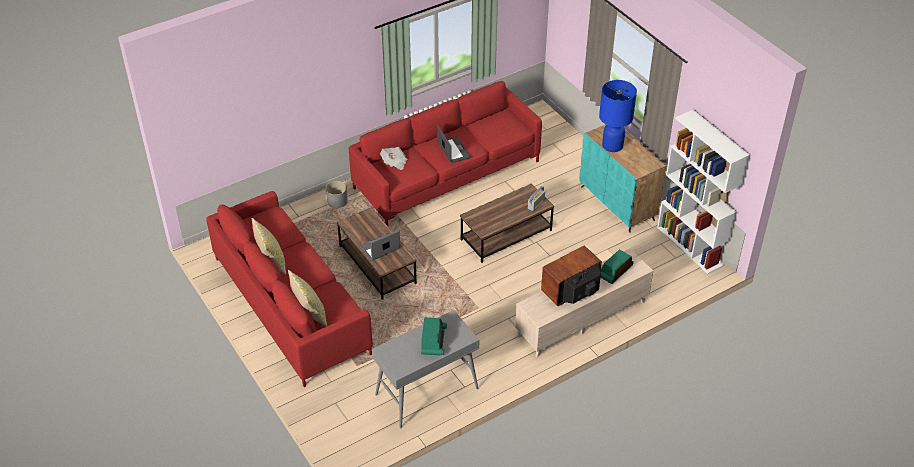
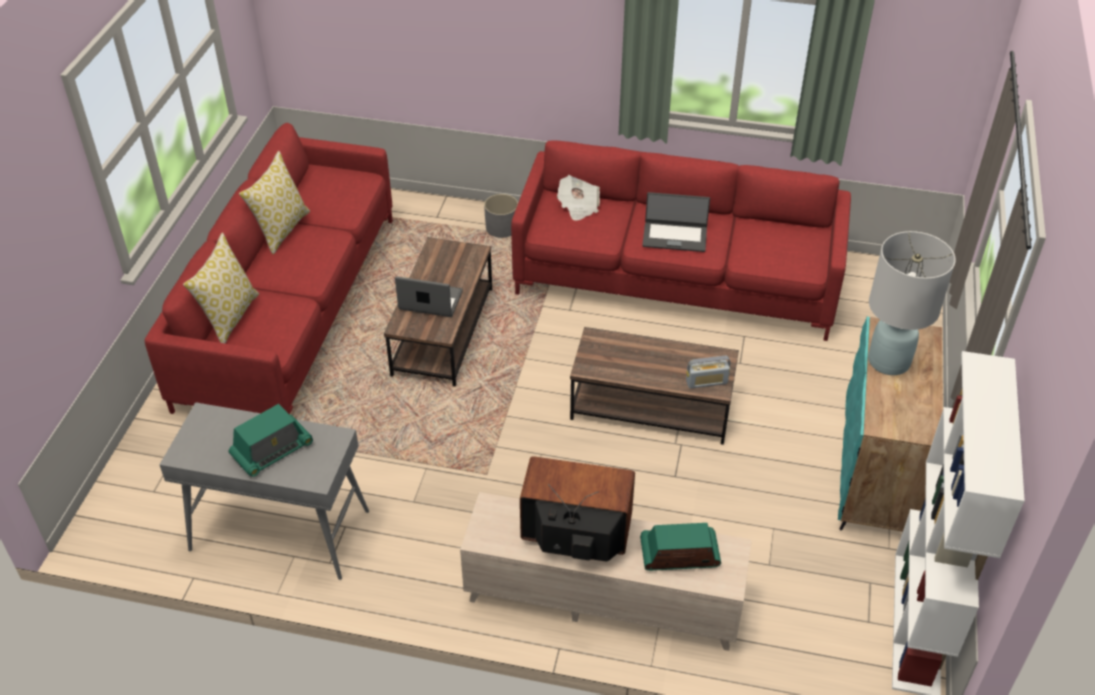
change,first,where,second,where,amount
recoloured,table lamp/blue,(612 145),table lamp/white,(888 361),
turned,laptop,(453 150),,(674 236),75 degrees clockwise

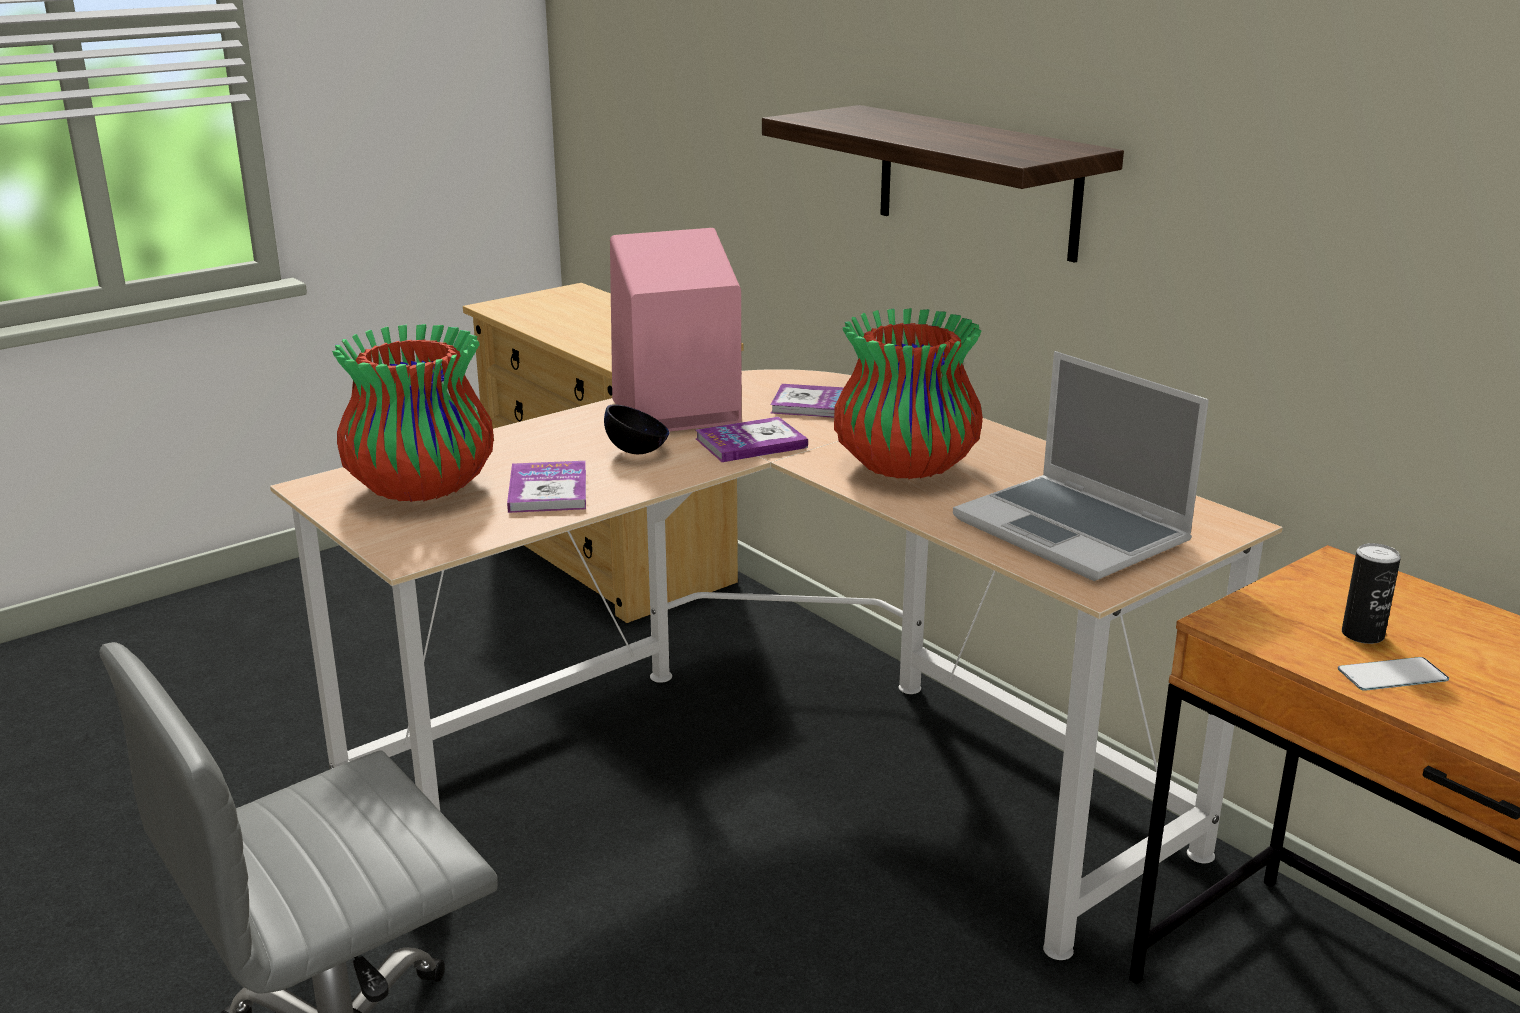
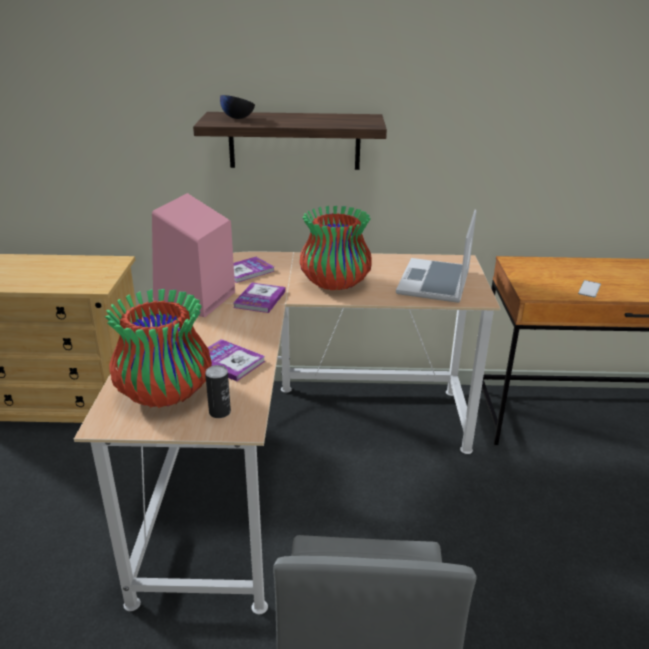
change,first,where,second,where,amount
moved,bowl/black,(637 452),,(238 118),
moved,can,(1362 635),,(219 412),
turned,laptop,(1074 531),,(435 283),105 degrees clockwise

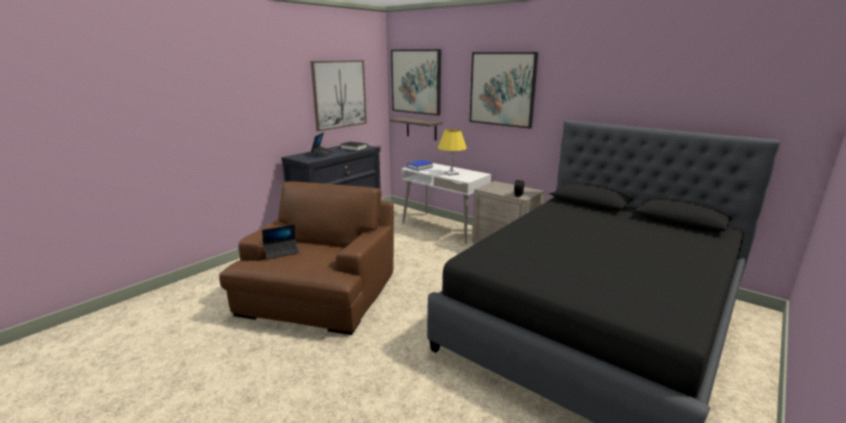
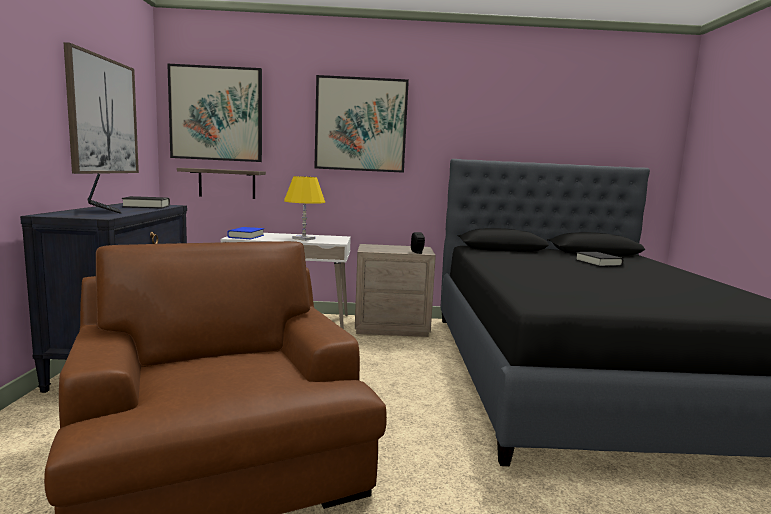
change,first,where,second,where,amount
removed,laptop,(282 252),,,
added,,,book/black,(598 263),

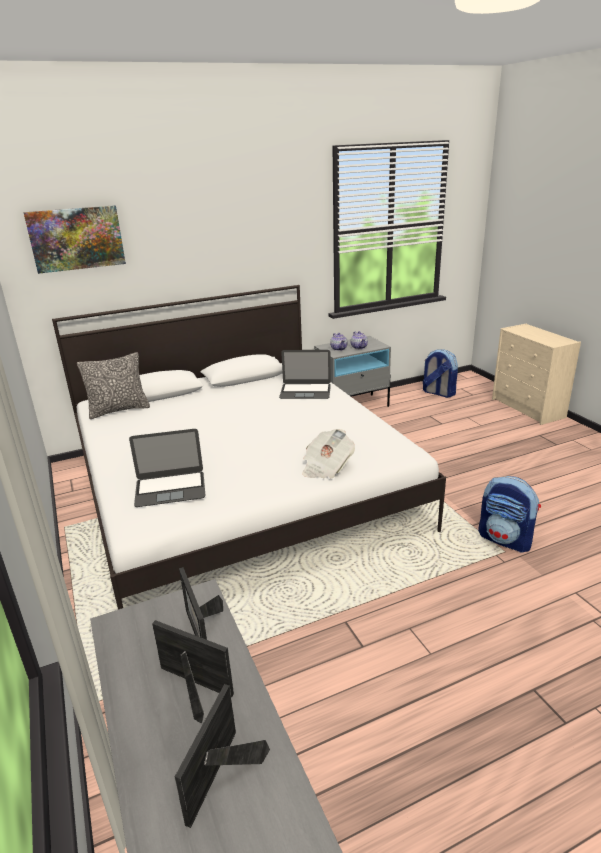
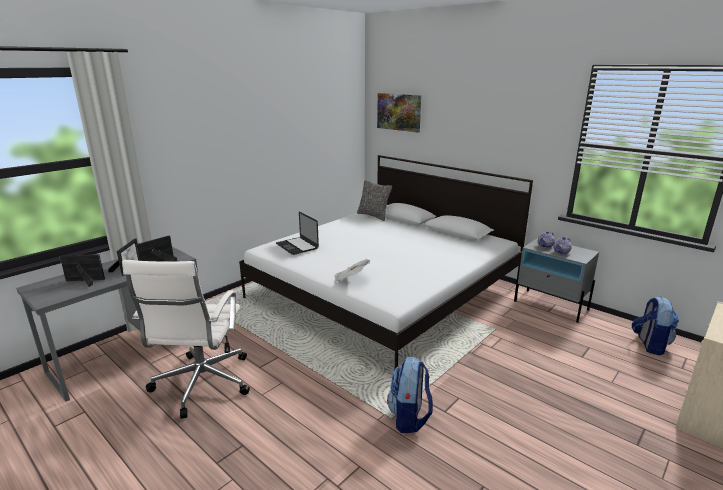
change,first,where,second,where,amount
removed,laptop,(305 391),,,
added,,,office chair/white,(201 384),

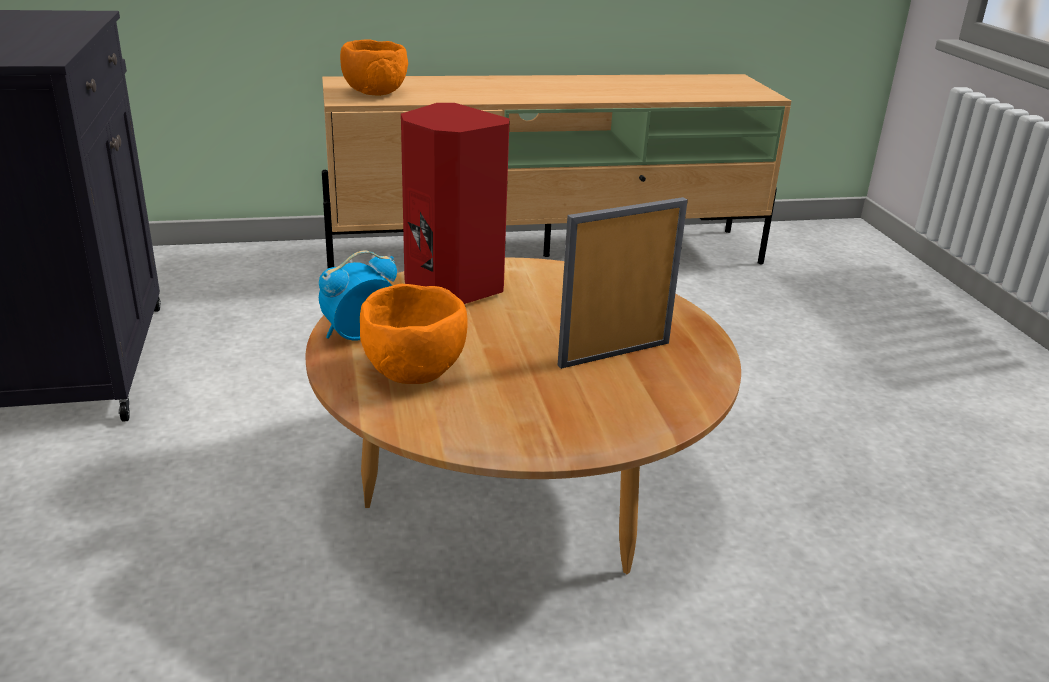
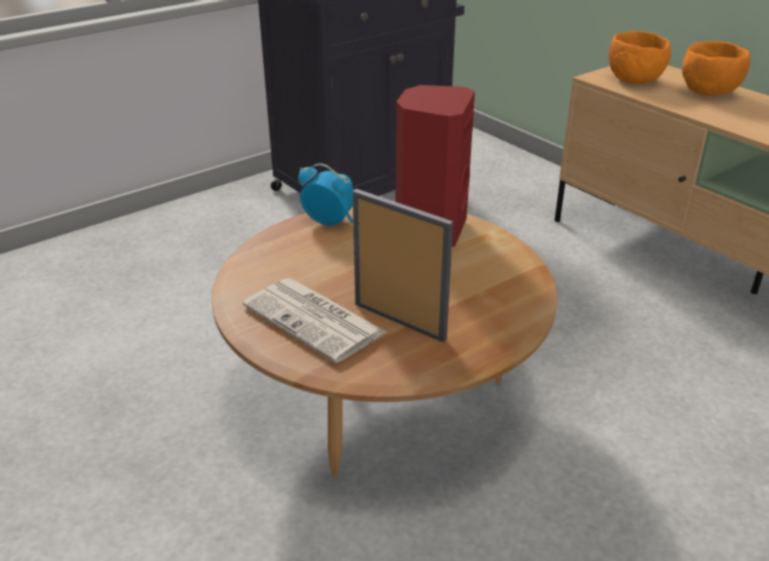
change,first,where,second,where,amount
added,,,newspaper,(316 320),
moved,bowl/orange,(414 370),,(710 92),

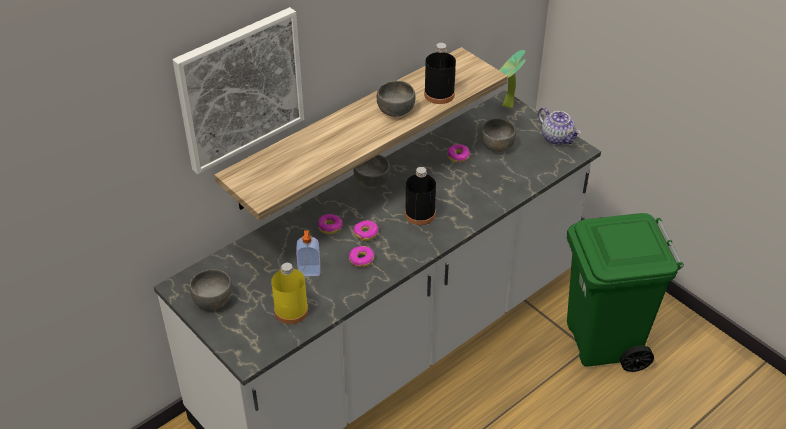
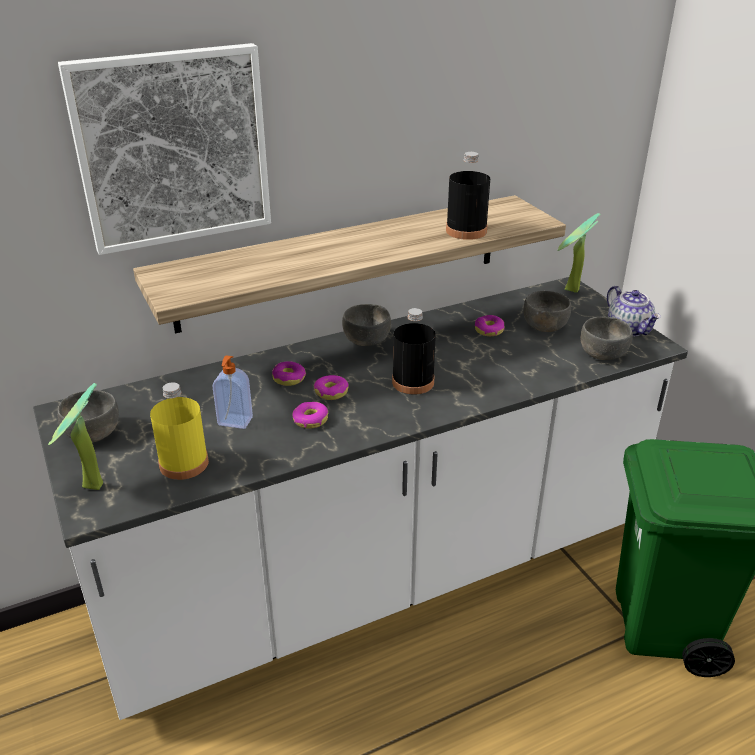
change,first,where,second,where,amount
added,,,potted plant,(89 488),
moved,bowl/grey,(396 110),,(603 353),

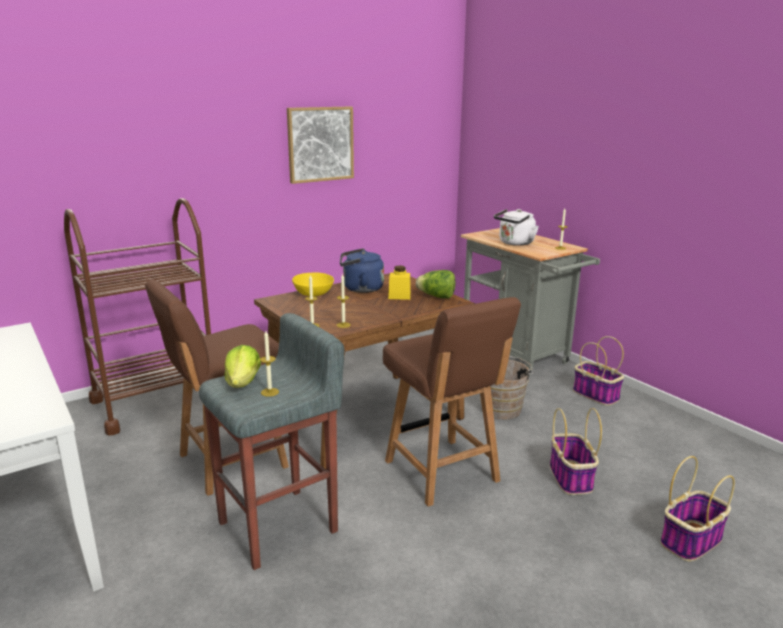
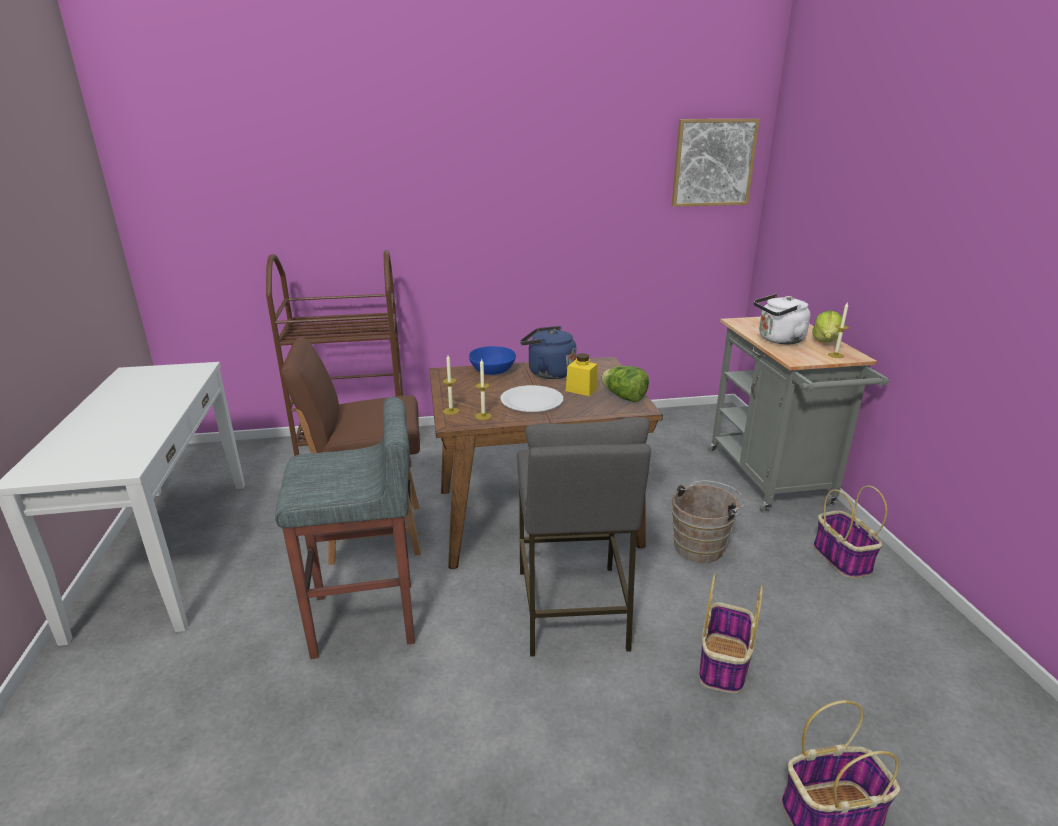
change,first,where,second,where,amount
removed,candle,(270 392),,,
added,,,plate/white,(531 401),
moved,lettuce,(243 383),,(825 341),
moved,picture,(320 144),,(713 163),
replaced,chair/brown,(442 472),stool/grey,(571 608),
recoloured,bowl/yellow,(314 294),bowl/blue,(493 371),

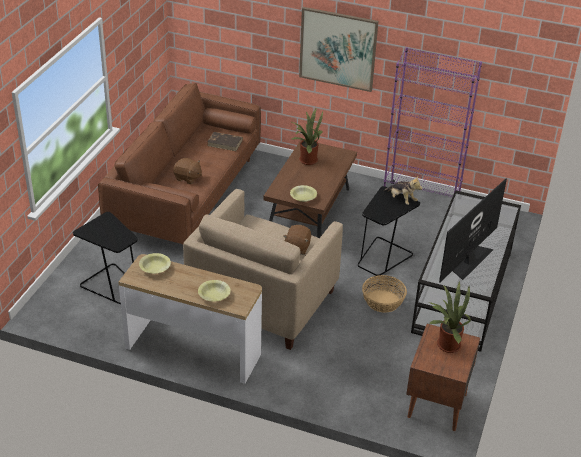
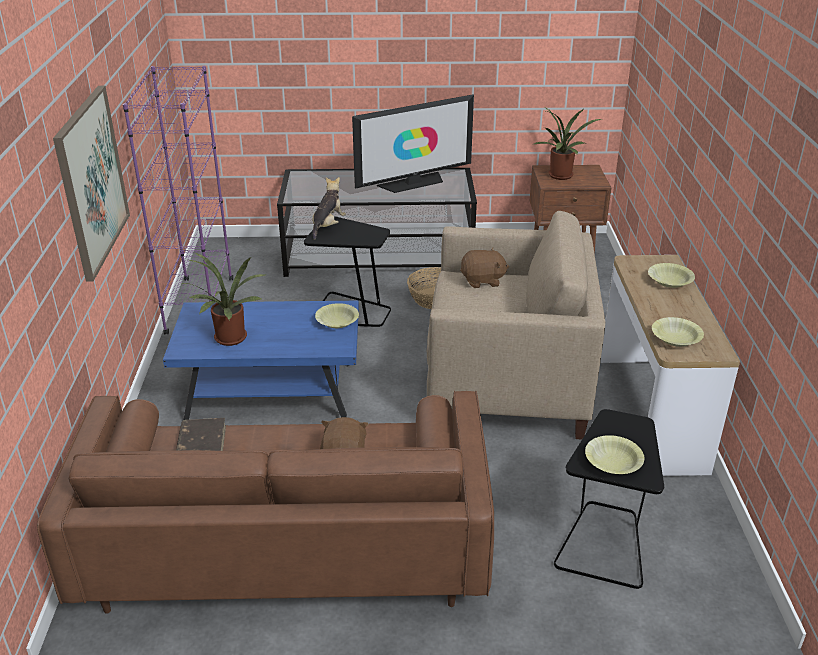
change,first,where,second,where,amount
added,,,bowl/yellow,(613 462),
recoloured,coffee table/brown,(309 209),coffee table/blue,(271 391),
turned,television,(469 260),,(413 183),45 degrees counterclockwise

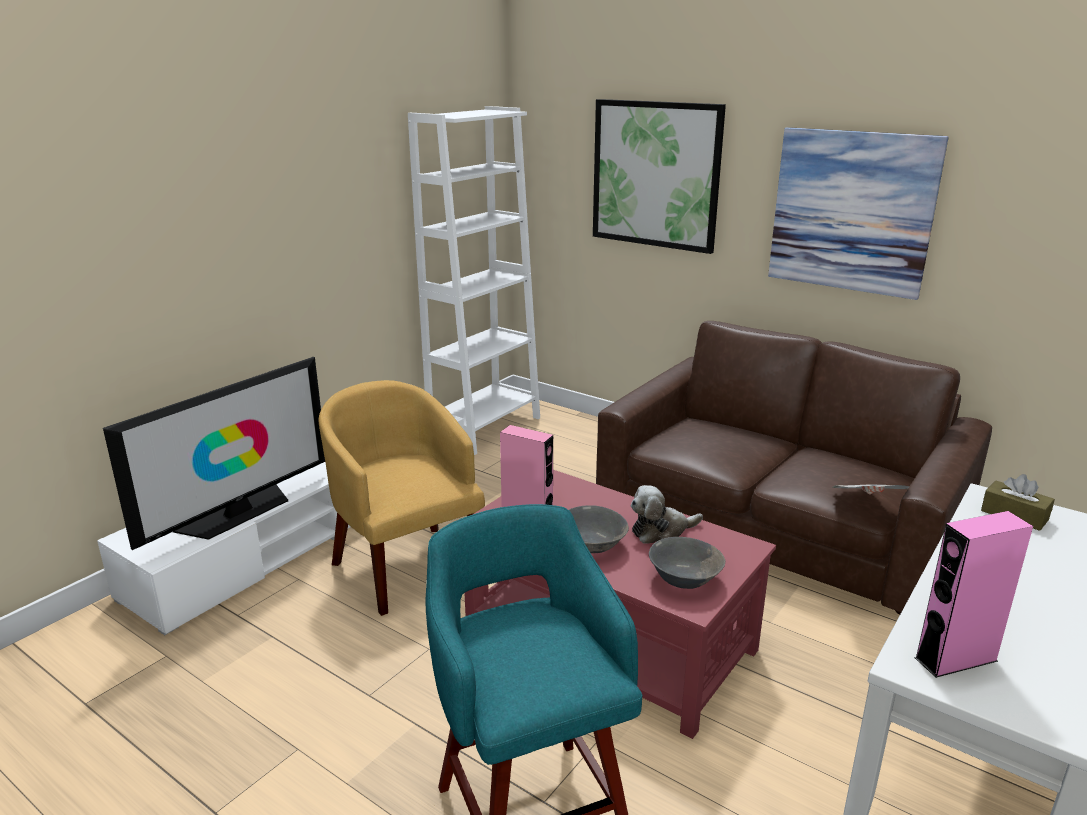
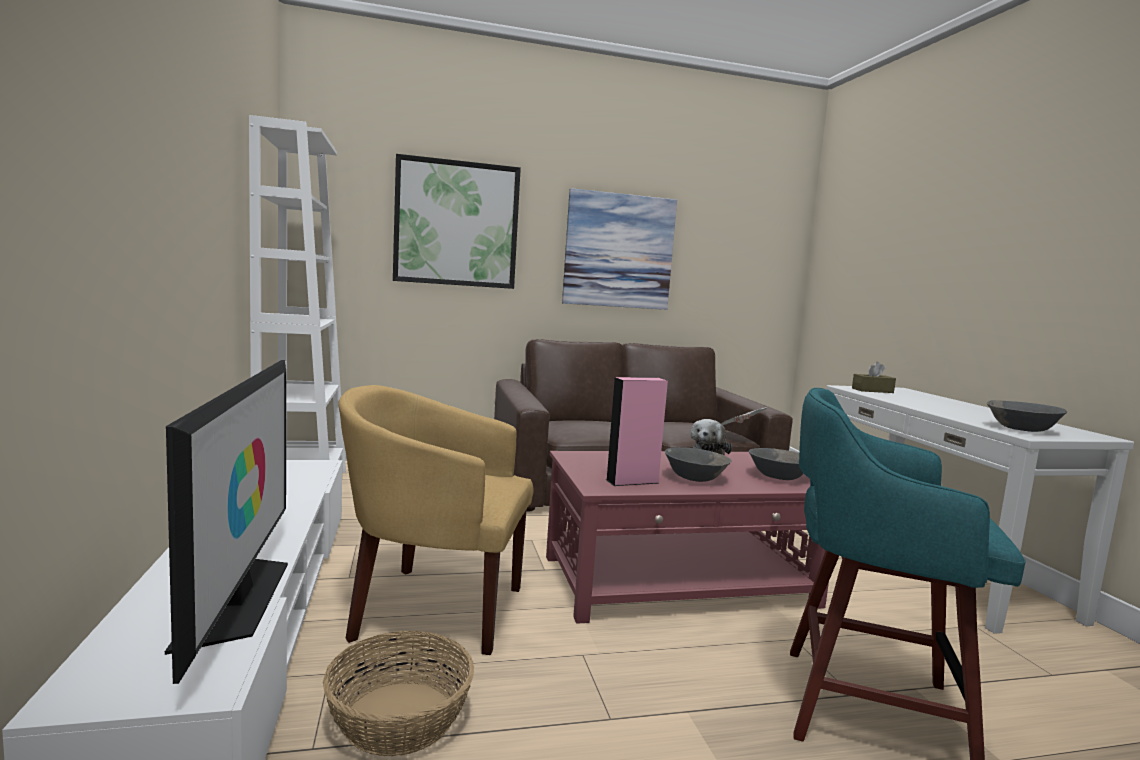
change,first,where,second,where,amount
added,,,basket,(400 717),
replaced,speaker/pink,(955 659),bowl/grey,(1022 429),

